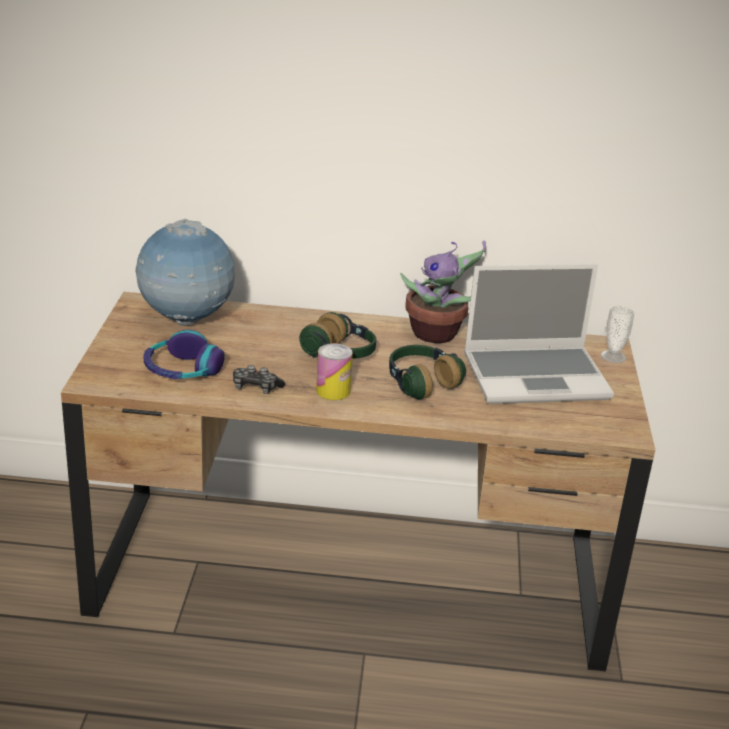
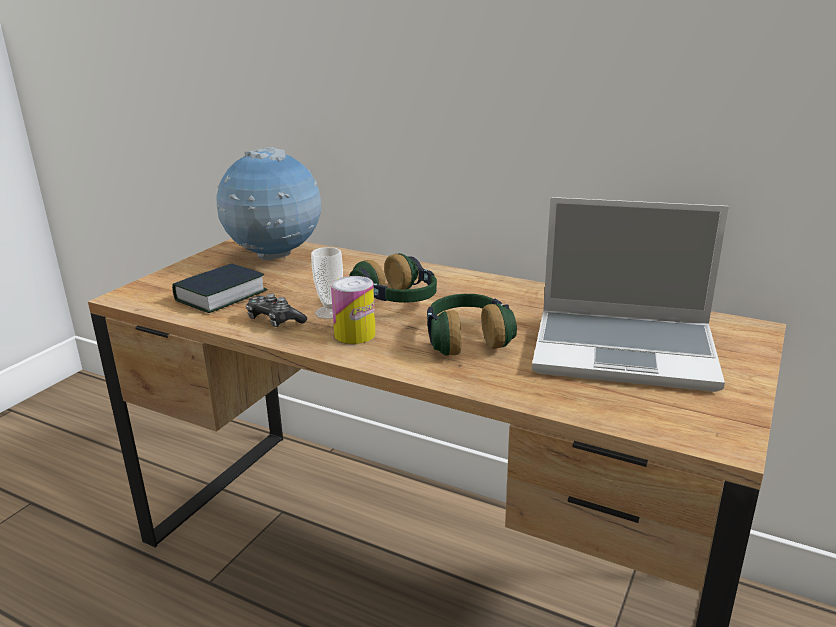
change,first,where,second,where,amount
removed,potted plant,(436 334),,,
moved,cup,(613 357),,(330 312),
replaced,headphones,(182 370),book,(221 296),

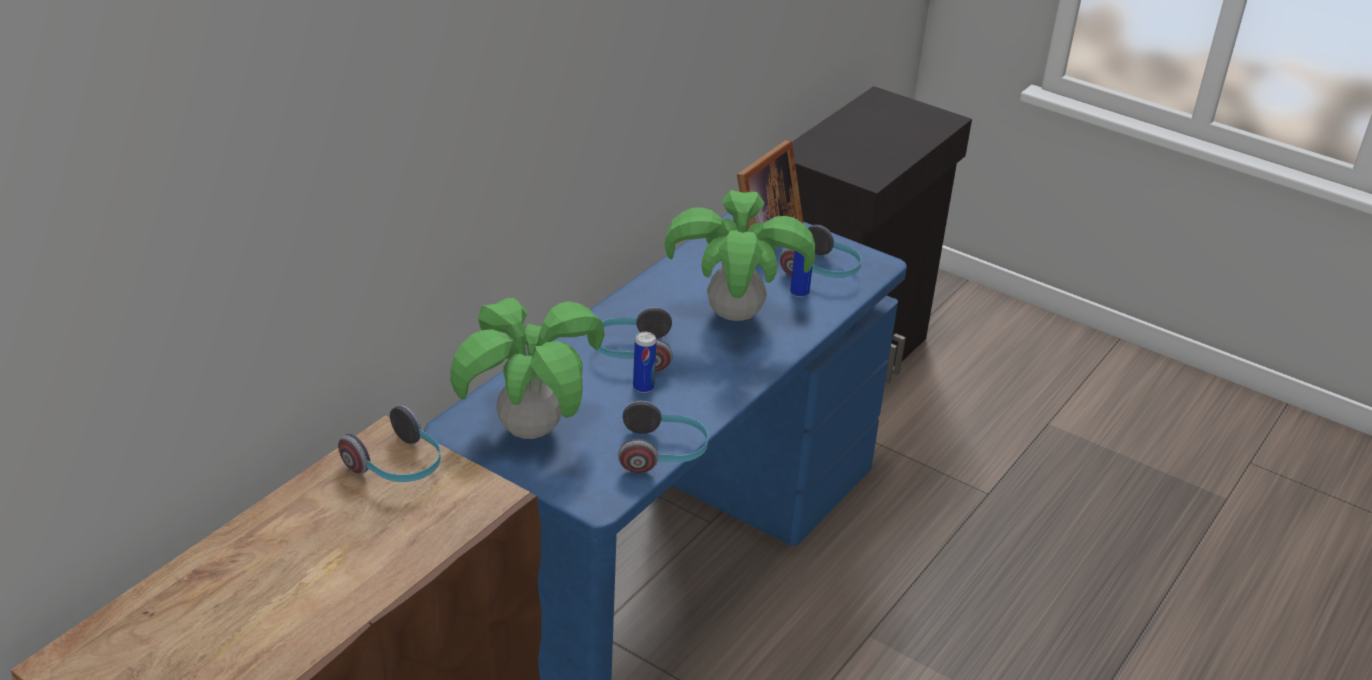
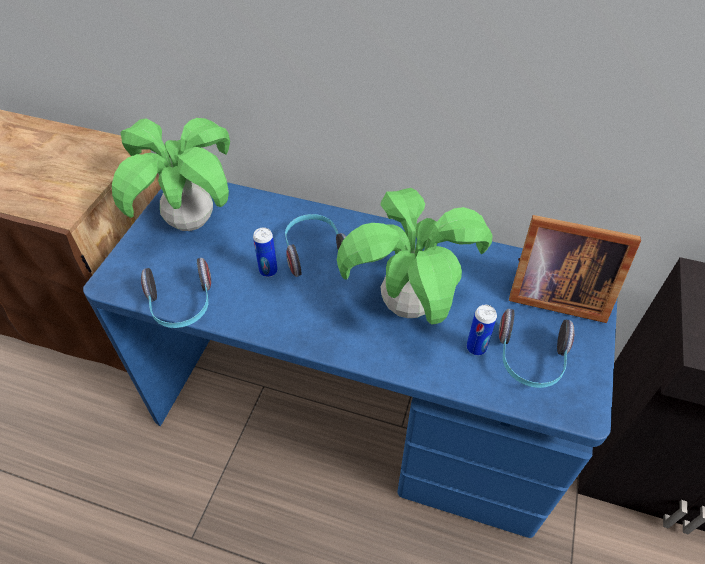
change,first,where,second,where,amount
removed,headphones,(398 467),,,

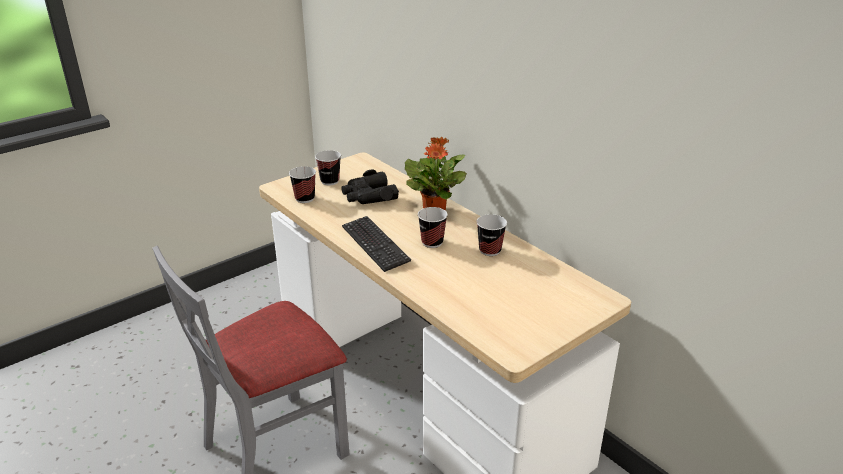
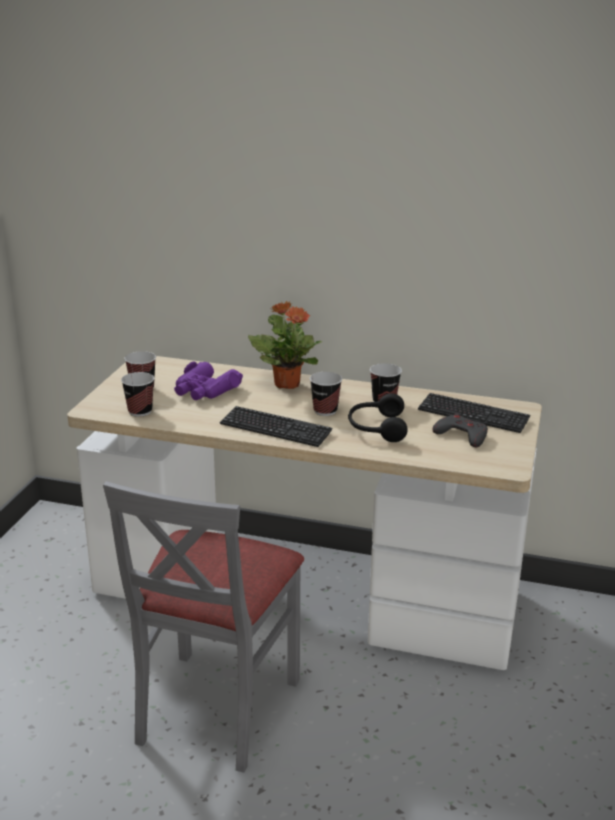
change,first,where,second,where,amount
added,,,headphones/black,(376 428),
added,,,keyboard,(473 415),
added,,,game controller/grey,(462 435),
recoloured,binoculars/black,(369 196),binoculars/purple,(205 390),

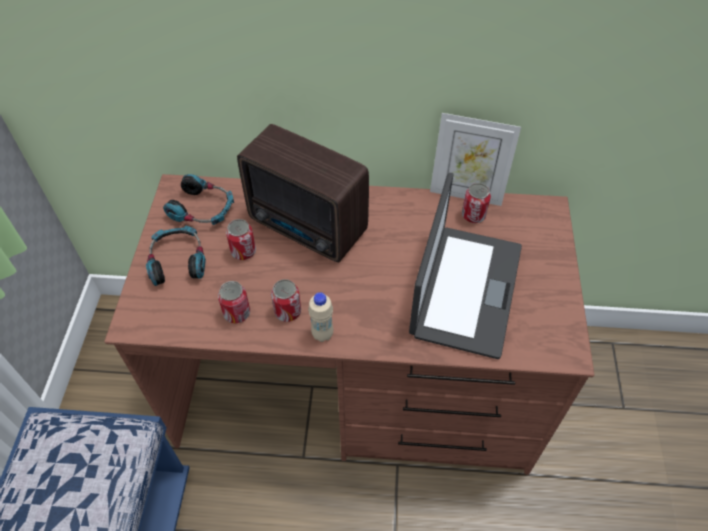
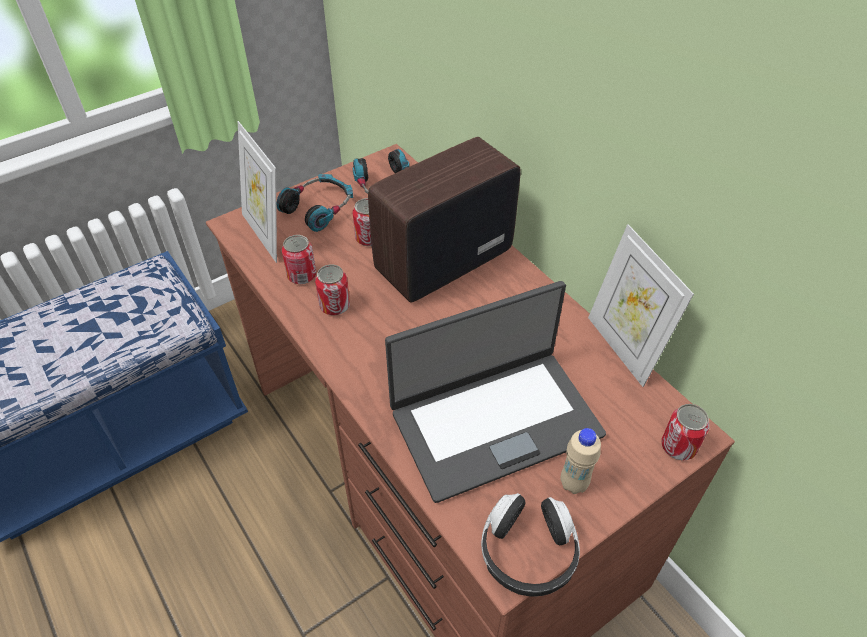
change,first,where,second,where,amount
added,,,picture frame,(266 234),
added,,,headphones,(528 553),
moved,bottle/beige,(322 334),,(574 483),
moved,can,(473 215),,(678 446),
turned,radio,(308 228),,(440 261),60 degrees clockwise

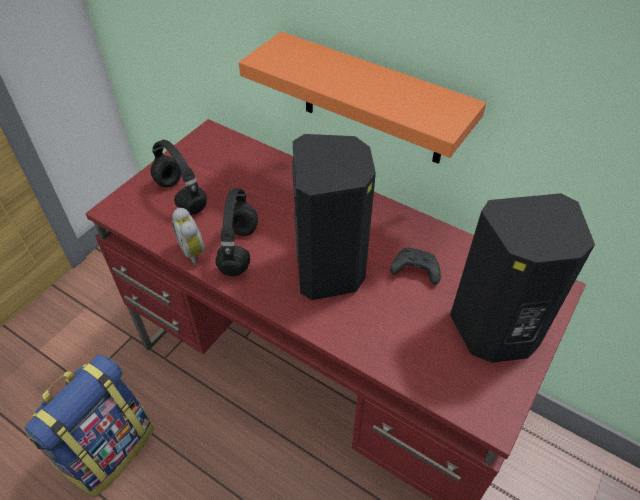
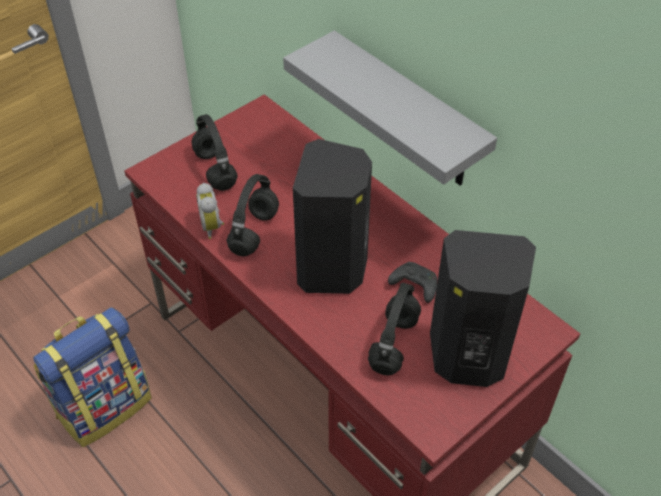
change,first,where,second,where,amount
added,,,headphones/black,(393 342),
recoloured,shelf/orange,(373 101),shelf/grey,(407 113),

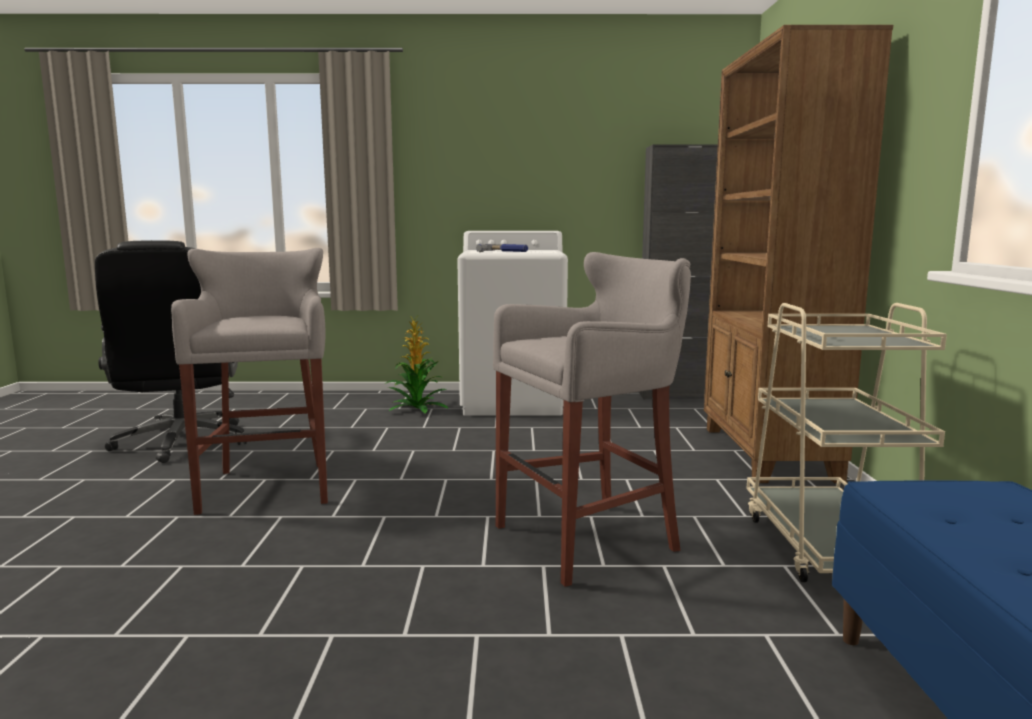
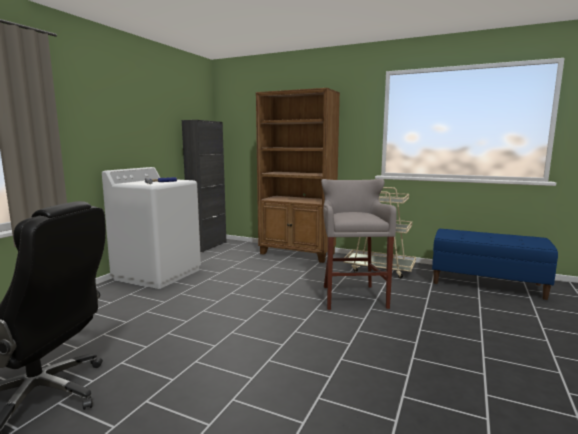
change,first,where,second,where,amount
removed,stool/grey,(269 485),,,
removed,potted plant,(416 408),,,

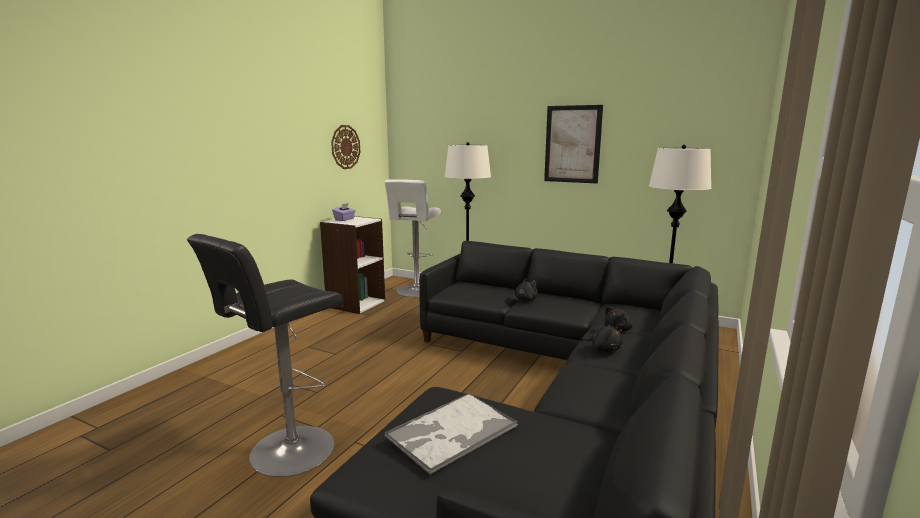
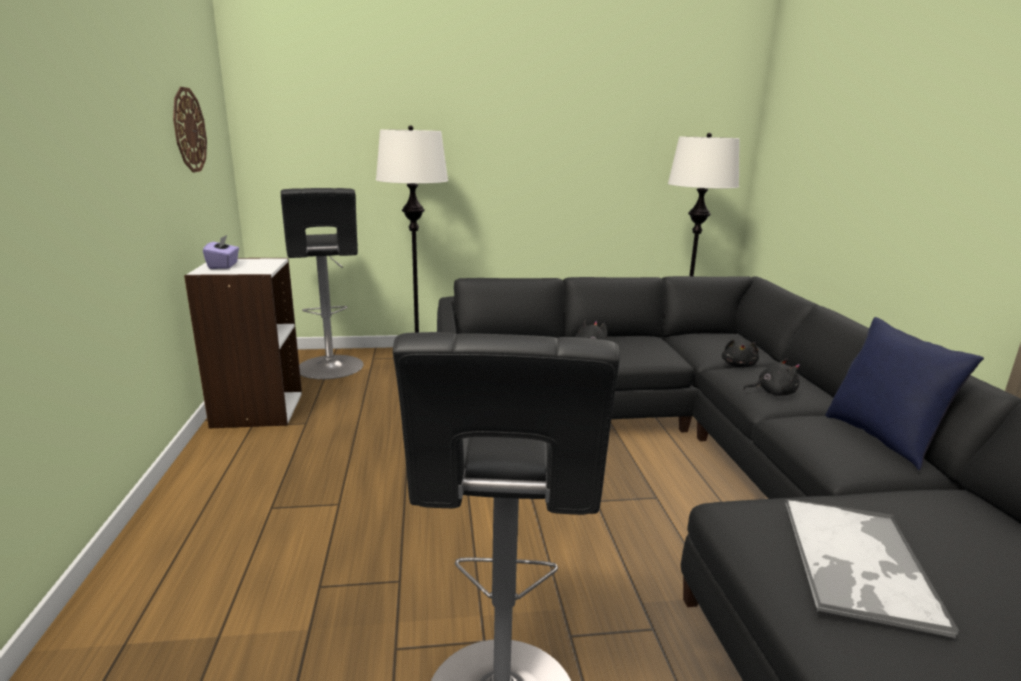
change,first,where,second,where,amount
removed,picture,(572 144),,,
added,,,pillow/blue,(882 439),
recoloured,stool/white,(415 291),stool/black,(331 368),

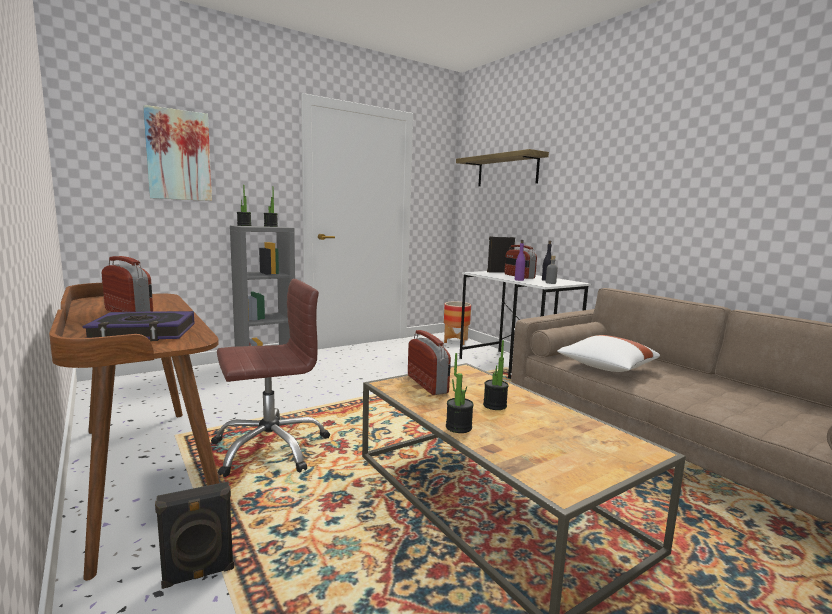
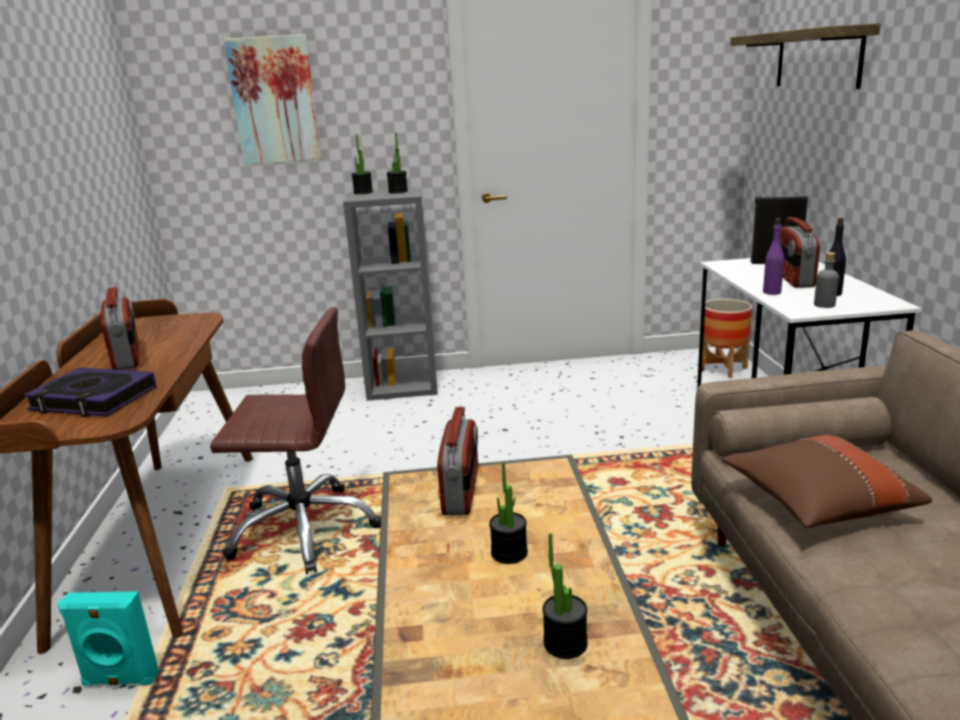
change,first,where,second,where,amount
moved,potted plant,(458 427),,(565 643),
recoloured,speaker/black,(198 575),speaker/turquoise,(120 681),
recoloured,pillow/white,(606 368),pillow/brown,(817 503),

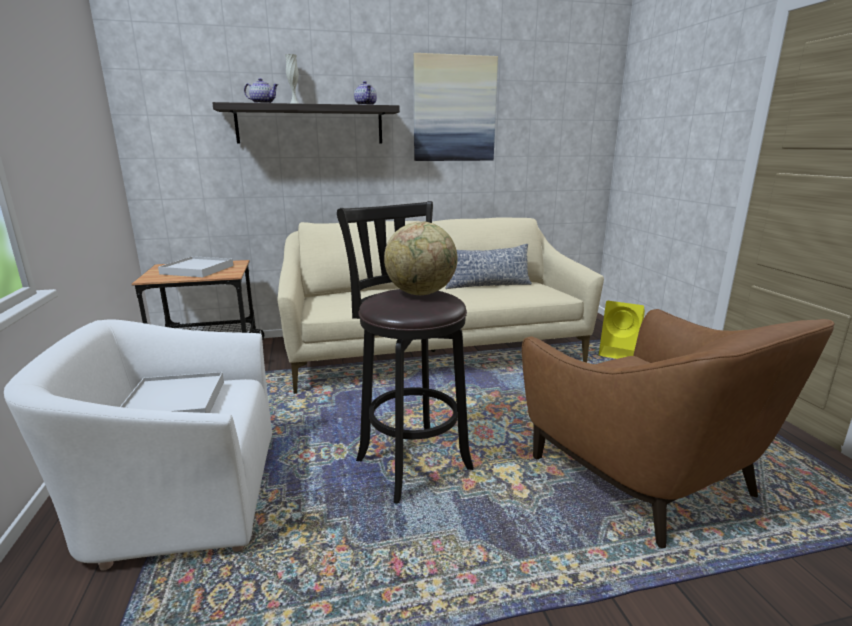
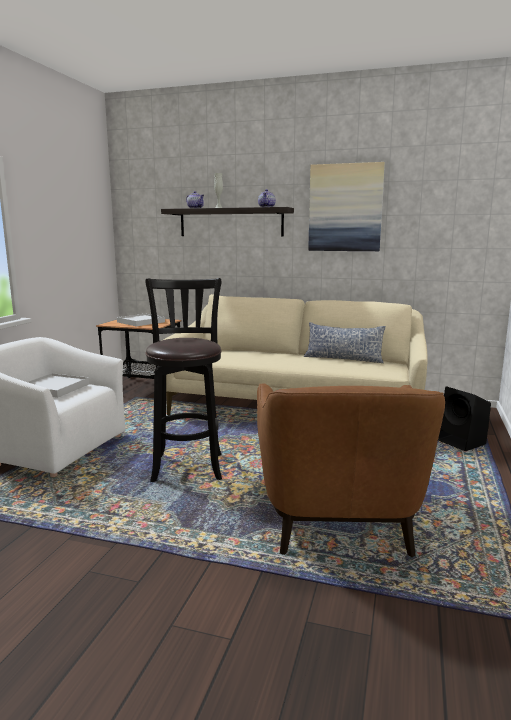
change,first,where,second,where,amount
removed,globe,(421 293),,,
recoloured,speaker/yellow,(620 353),speaker/black,(462 443),

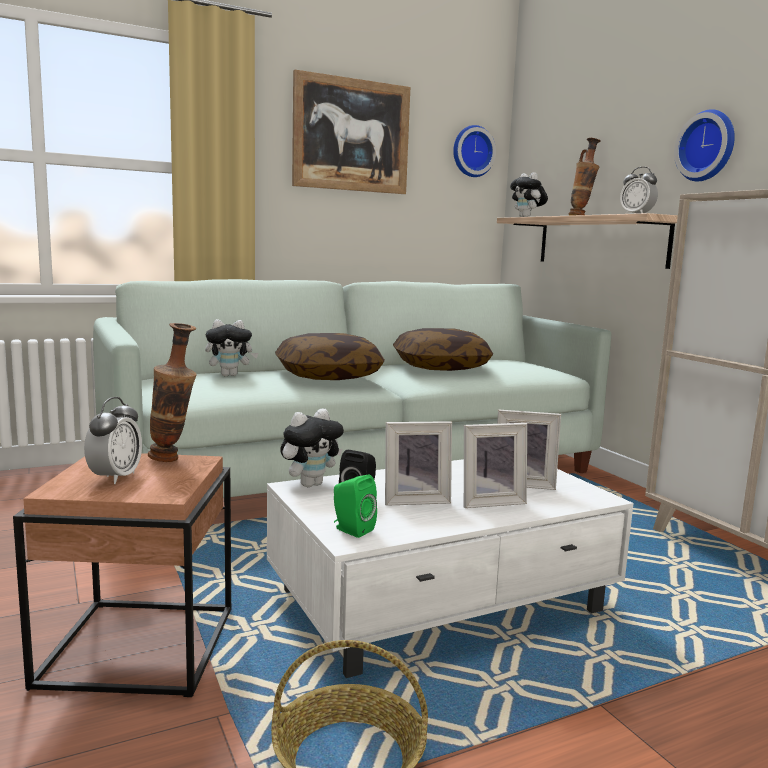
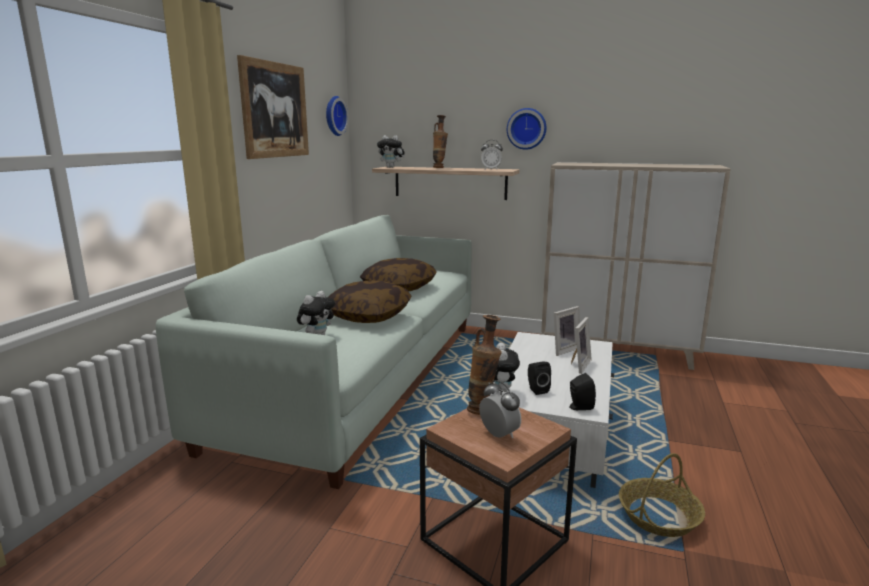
change,first,where,second,where,amount
removed,picture frame,(415 499),,,
recoloured,speaker/green,(351 530),speaker/black,(579 407),

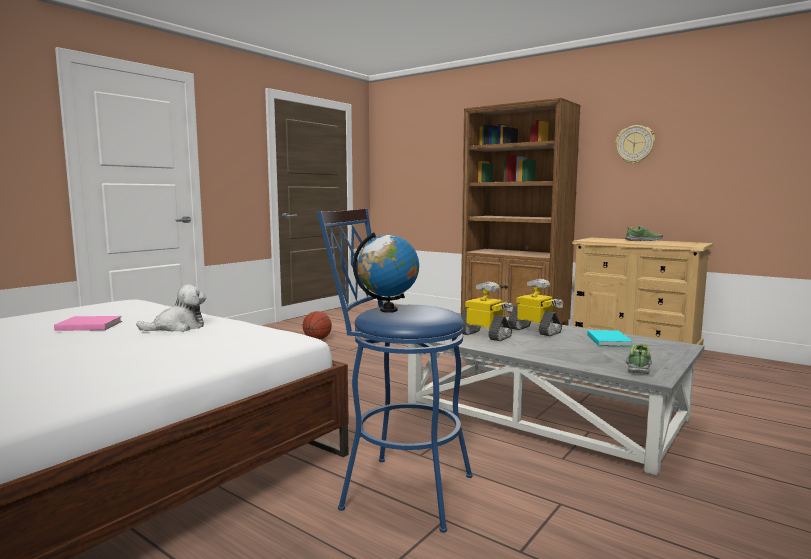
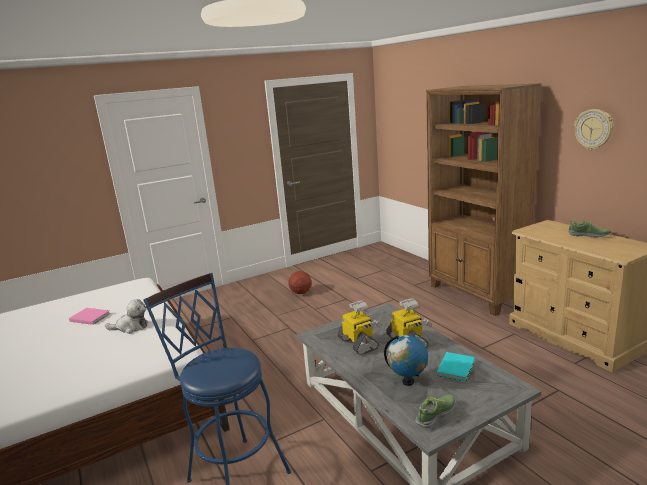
change,first,where,second,where,amount
moved,globe,(388 310),,(408 382),

